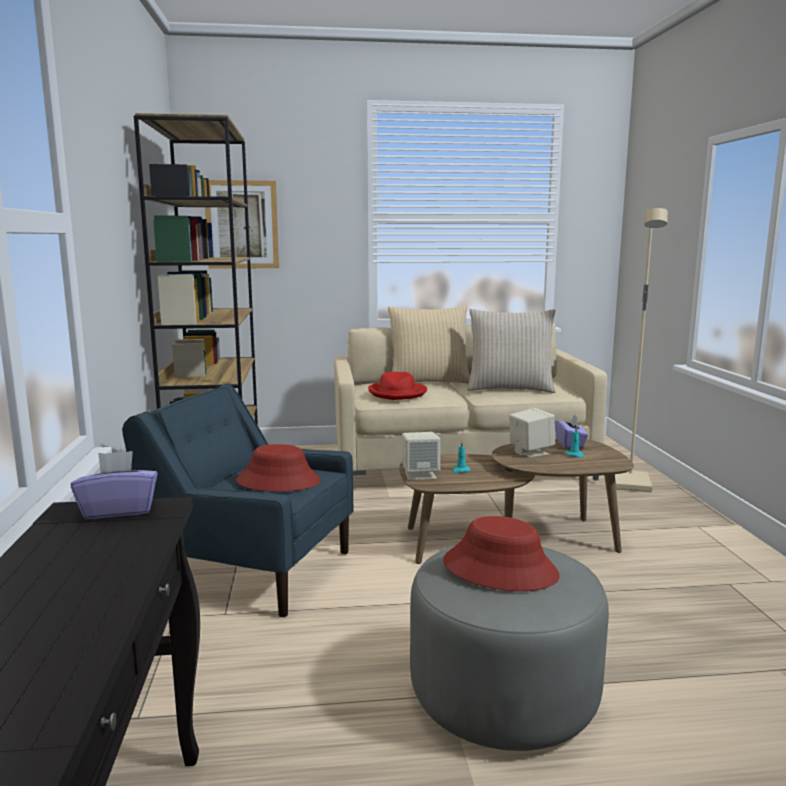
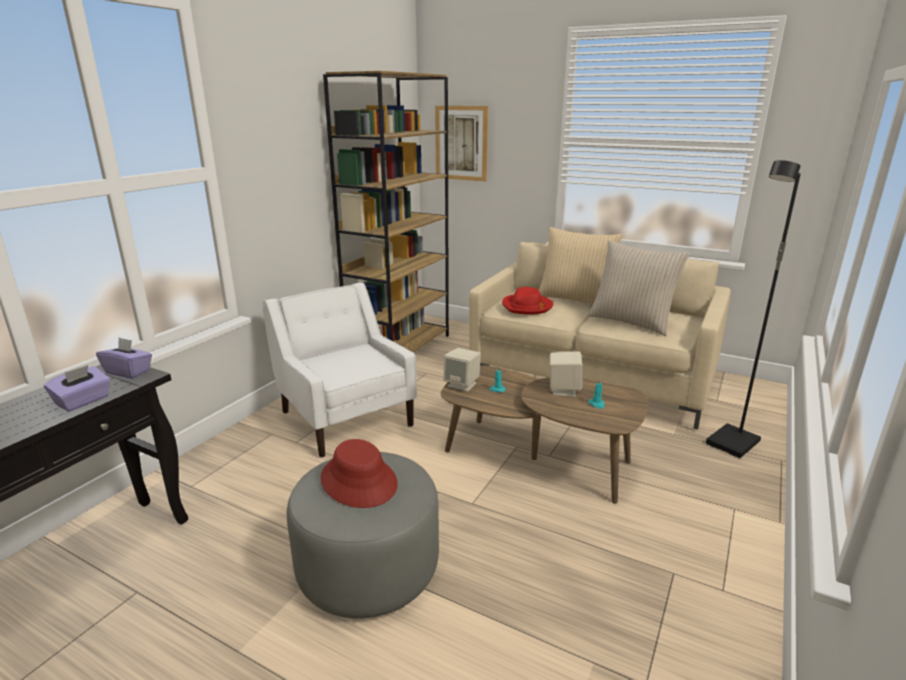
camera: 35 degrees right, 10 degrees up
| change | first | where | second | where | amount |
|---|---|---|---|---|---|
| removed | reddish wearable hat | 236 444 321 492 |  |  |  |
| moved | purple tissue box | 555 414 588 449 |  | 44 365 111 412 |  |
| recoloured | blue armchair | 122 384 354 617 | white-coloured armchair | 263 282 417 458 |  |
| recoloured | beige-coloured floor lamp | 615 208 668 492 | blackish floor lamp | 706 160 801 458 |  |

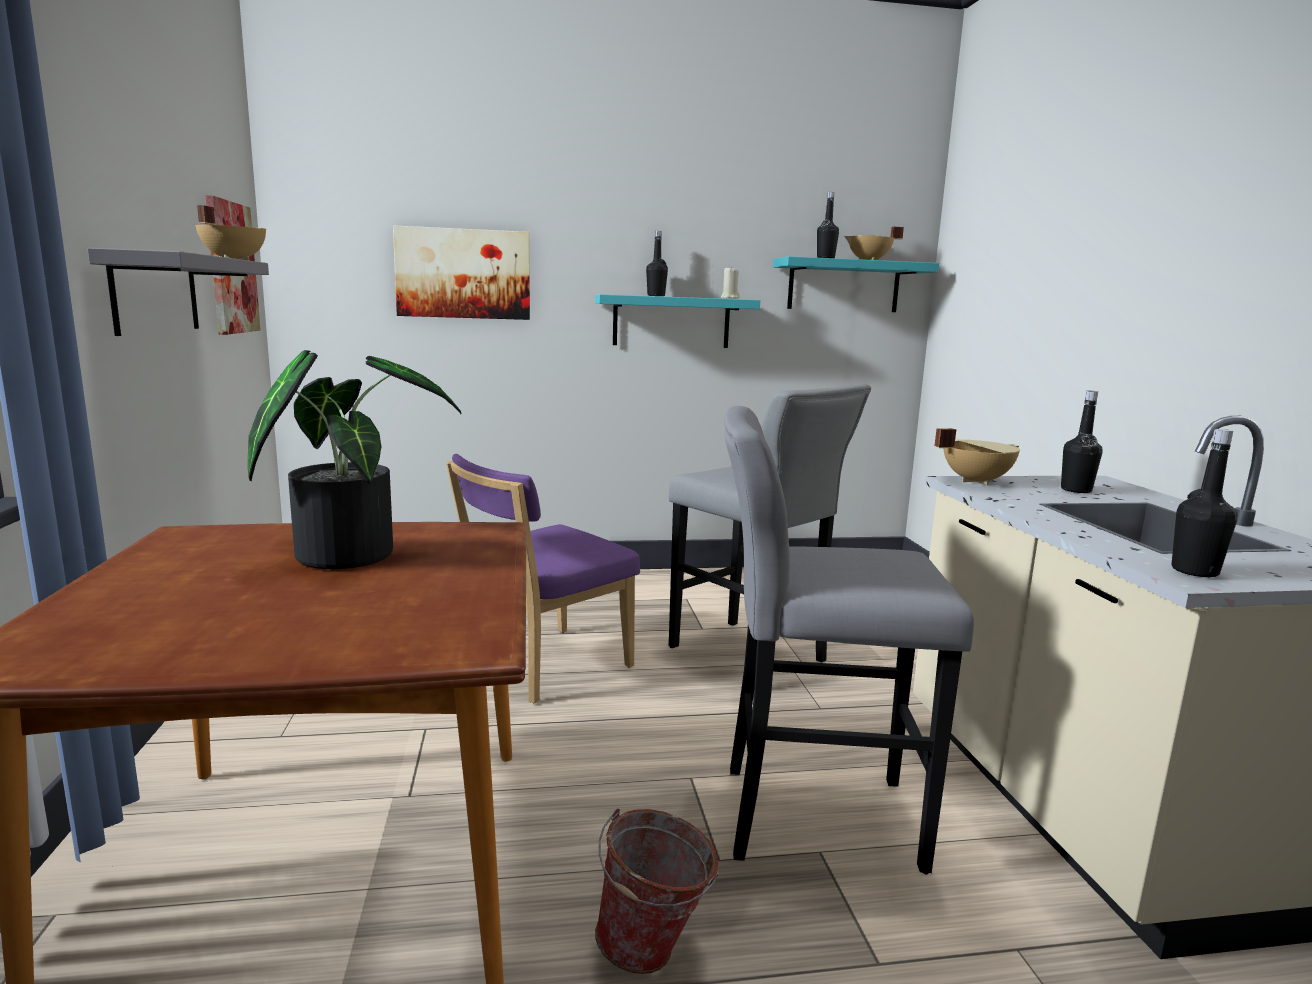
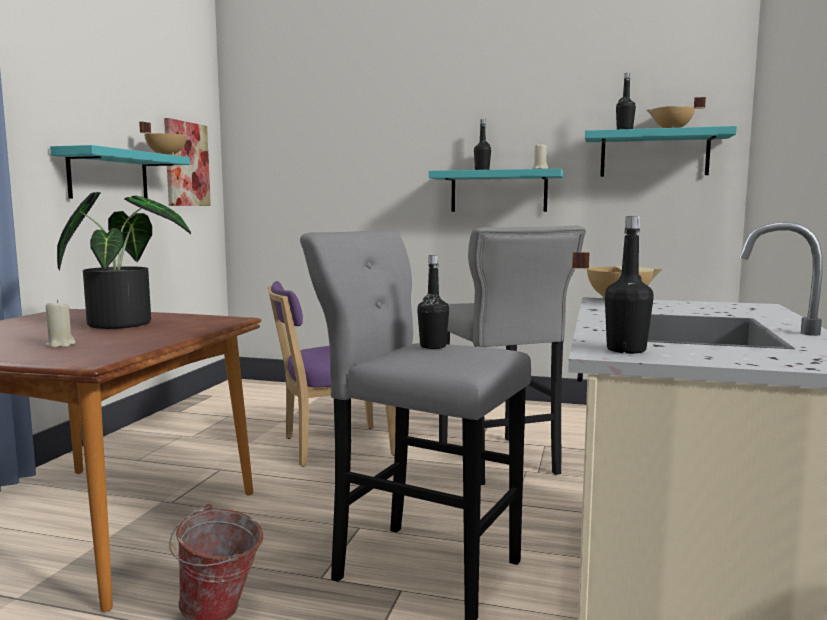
camera: 25 degrees right, 5 degrees down
| change | first | where | second | where | amount |
|---|---|---|---|---|---|
| removed | picture | 393 225 530 320 |  |  |  |
| added |  |  | beige-coloured candle | 46 299 76 348 |  |
| moved | blackish bottle | 1061 391 1103 493 |  | 417 255 449 349 |  |
| recoloured | gray shelf | 87 248 269 336 | turquoise-coloured shelf | 50 145 190 199 |  |

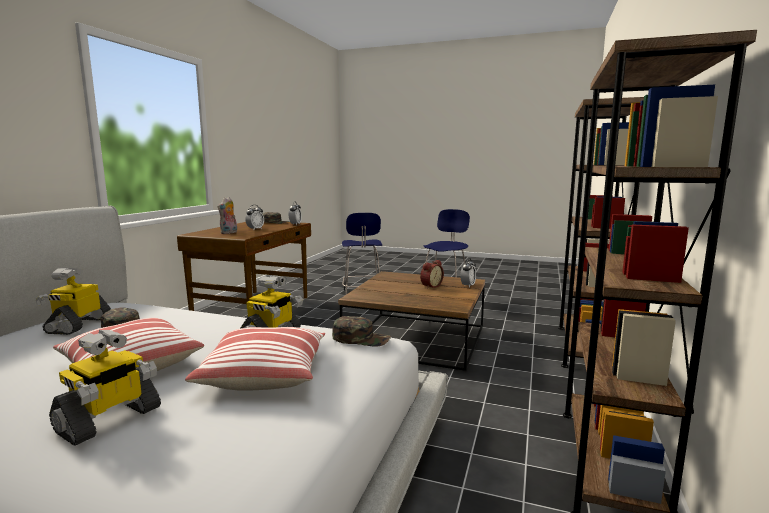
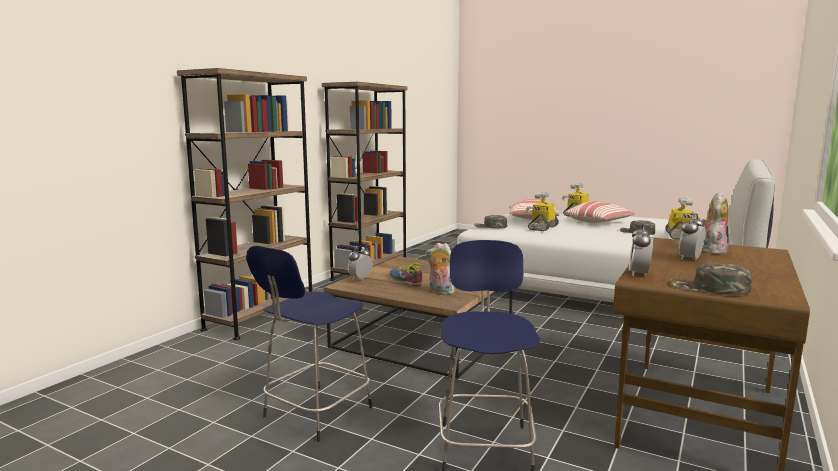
camera: 170 degrees left, 0 degrees up
| change | first | where | second | where | amount |
|---|---|---|---|---|---|
| added |  |  | plush toy | 426 243 455 295 |  |
| replaced | alarm clock | 420 260 444 289 | shoe | 390 263 423 286 |  |

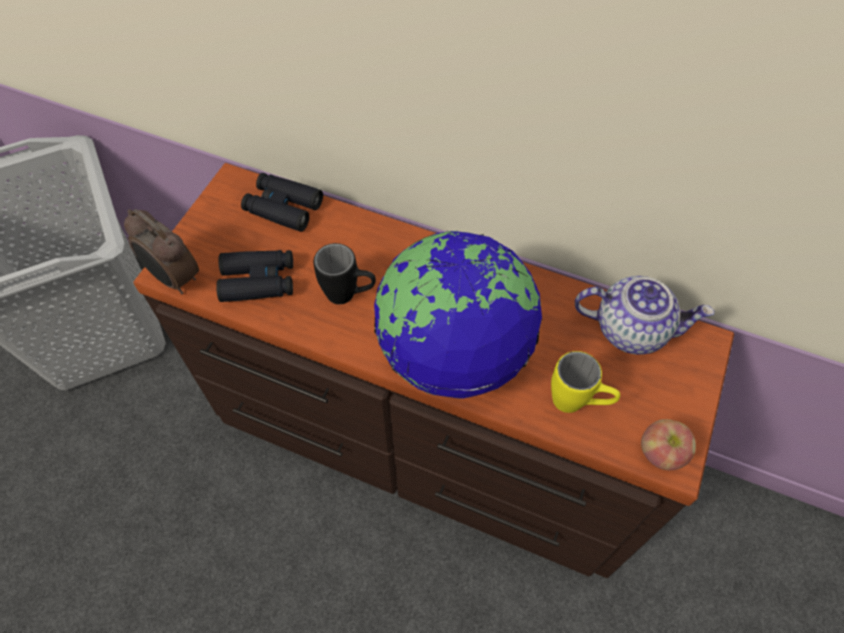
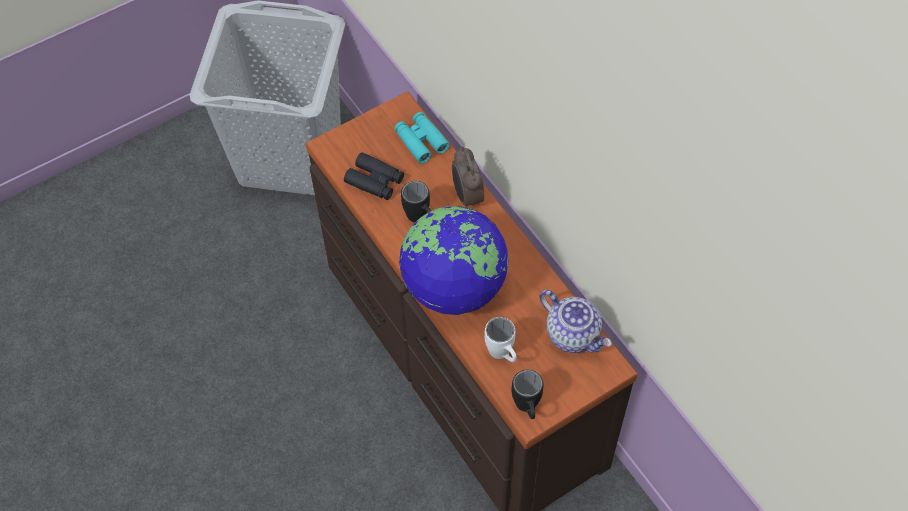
camera: 35 degrees right, 0 degrees up
| change | first | where | second | where | amount |
|---|---|---|---|---|---|
| moved | alarm clock | 124 209 199 294 |  | 452 146 484 208 |  |
| replaced | apple fruit | 641 419 696 470 | blackish coffee mug | 512 370 543 419 |  |
| recoloured | blackish field glasses | 241 173 323 232 | turquoise-coloured field glasses | 394 112 450 164 |  |
| recoloured | yellow-coloured coffee mug | 551 351 620 413 | white-coloured coffee mug | 485 317 517 362 |  |

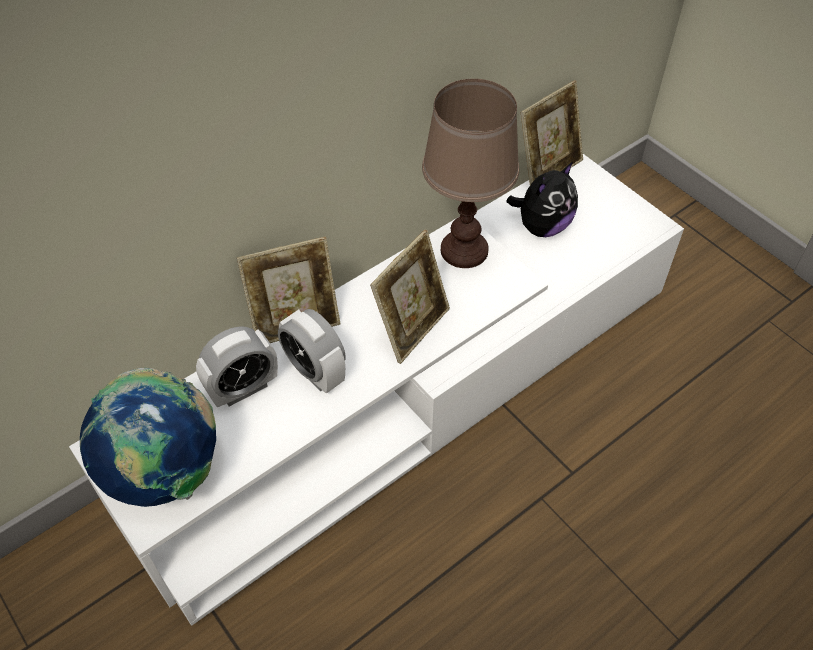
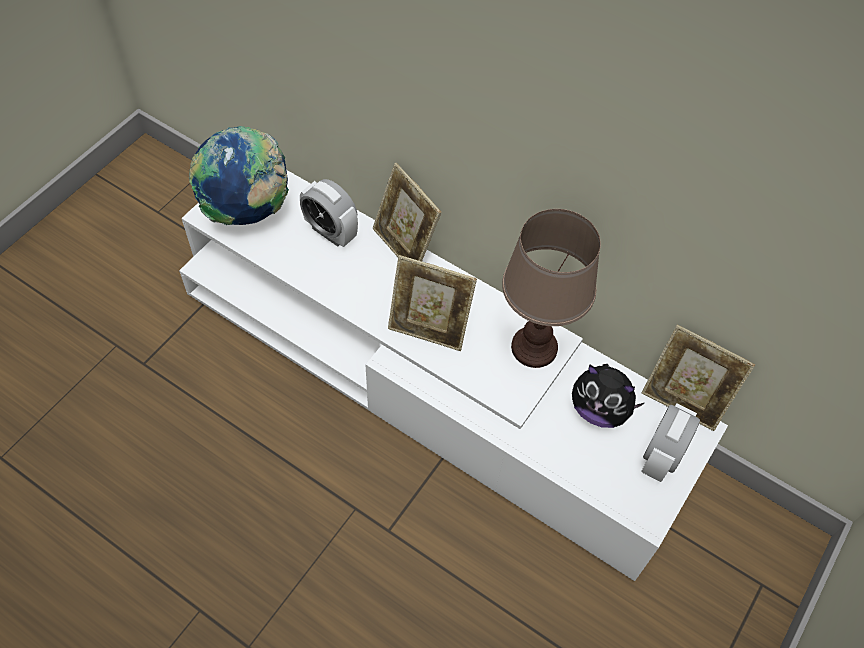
camera: 70 degrees right, 5 degrees up
| change | first | where | second | where | amount |
|---|---|---|---|---|---|
| moved | alarm clock | 278 309 346 394 |  | 641 403 700 482 |  |

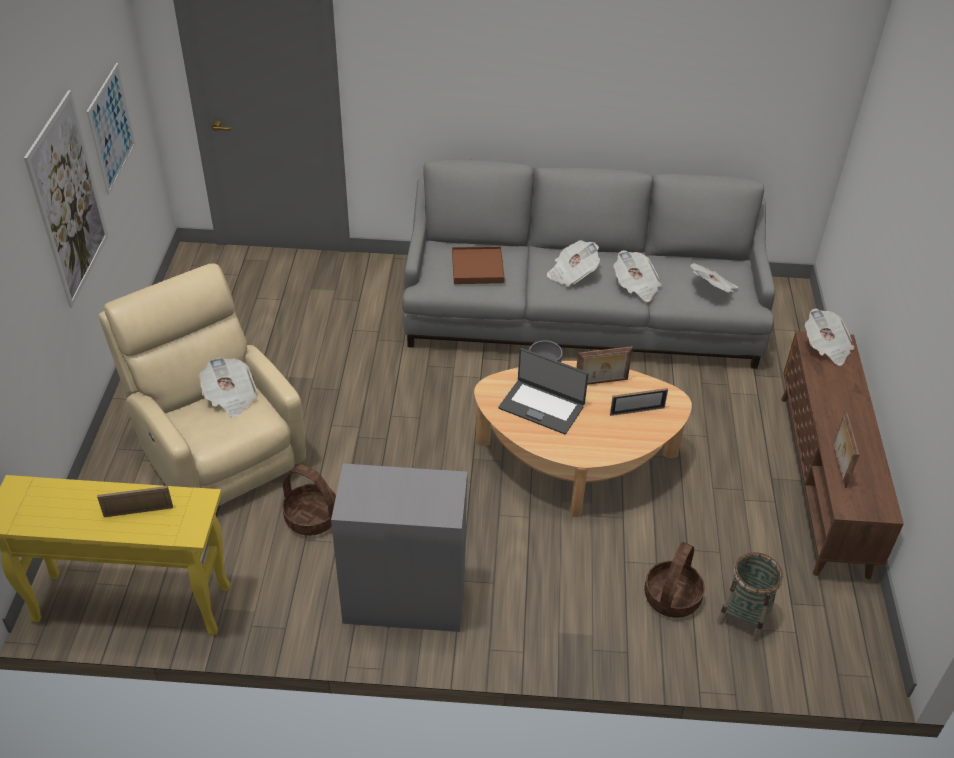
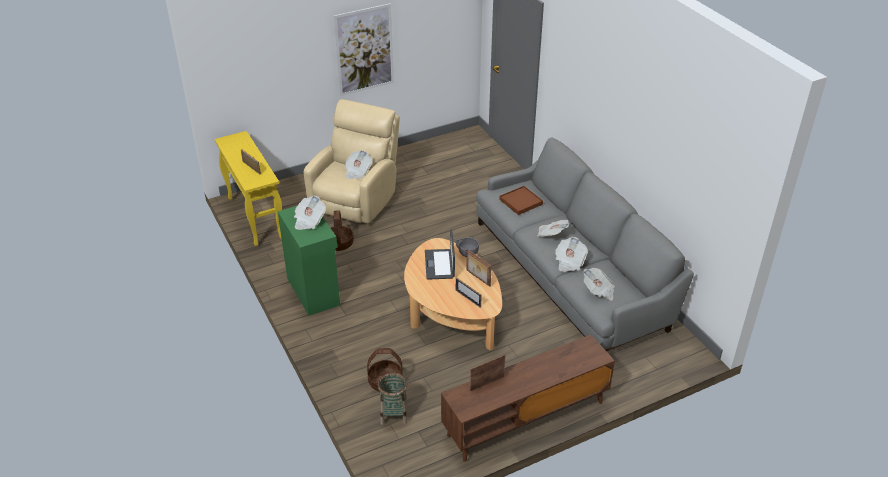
camera: 60 degrees right, 5 degrees down
| change | first | where | second | where | amount |
|---|---|---|---|---|---|
| removed | picture | 86 63 136 195 |  |  |  |
| moved | printed paper | 805 308 854 366 |  | 294 196 326 230 |  |
| recoloured | gray storage cabinet | 331 464 467 632 | greenish storage cabinet | 278 206 340 316 |  |

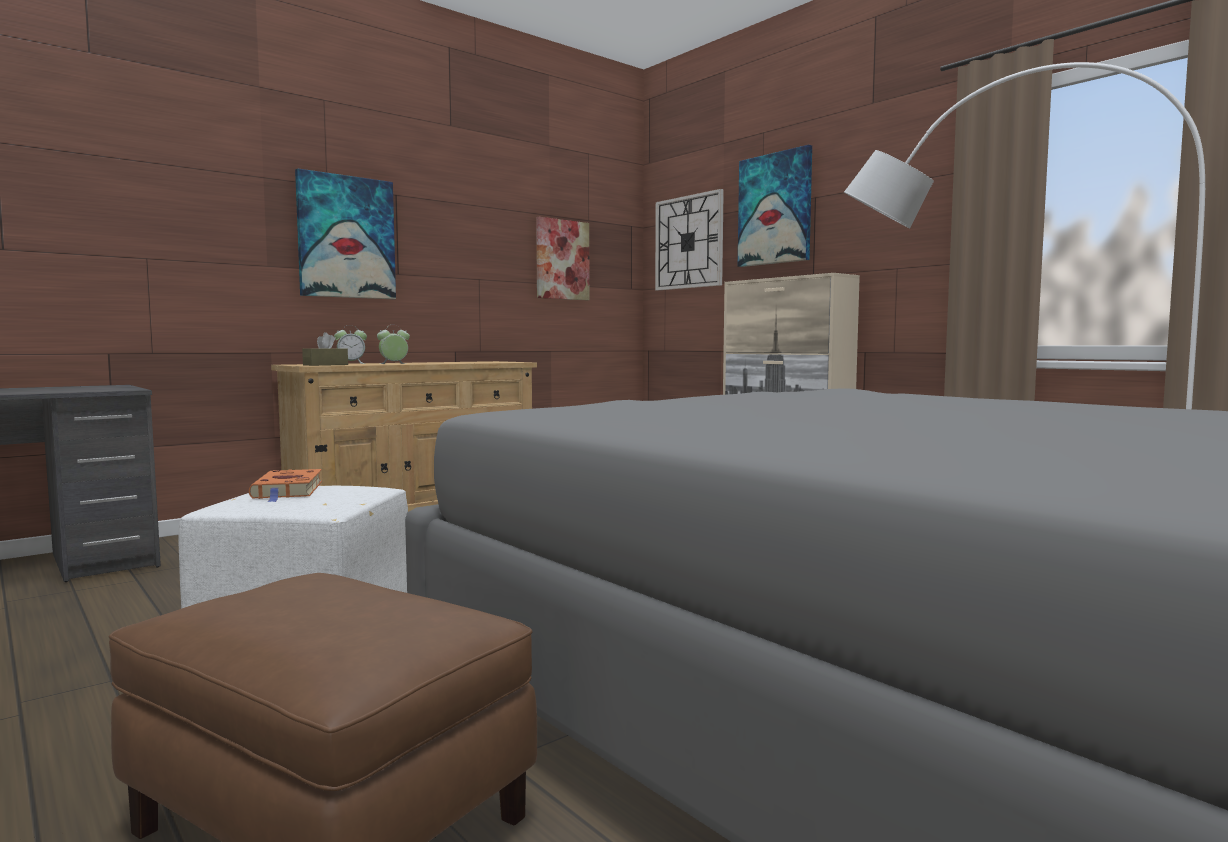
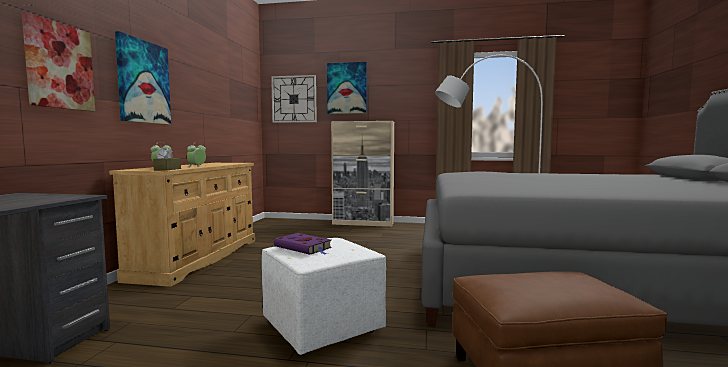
camera: 40 degrees left, 0 degrees up
| change | first | where | second | where | amount |
|---|---|---|---|---|---|
| moved | picture | 536 217 590 300 |  | 22 12 95 111 |  |
| recoloured | orange bound book | 249 469 322 502 | purple bound book | 274 233 332 255 |  |

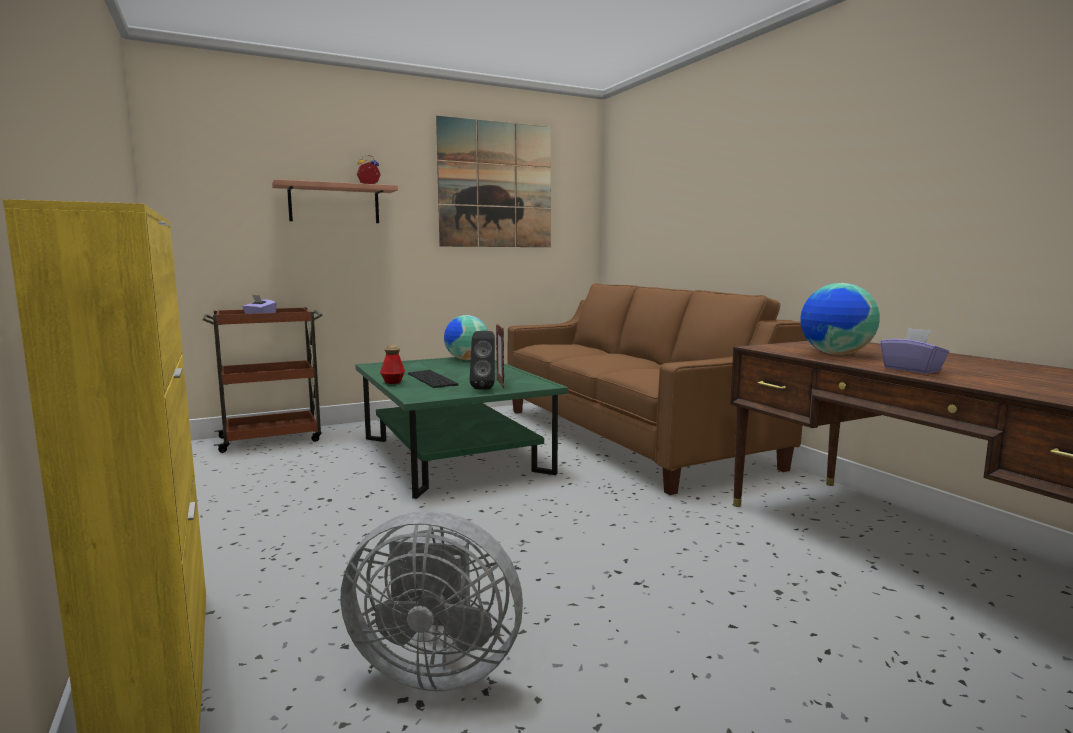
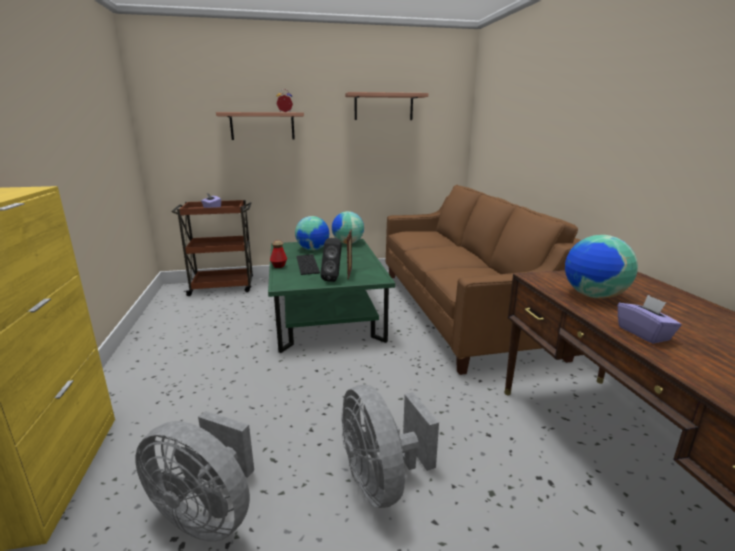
camera: 15 degrees right, 10 degrees up
| change | first | where | second | where | amount |
|---|---|---|---|---|---|
| added |  |  | desk globe | 295 216 329 250 |  |
| added |  |  | gray electric fan | 341 385 439 508 |  |
| replaced | picture | 436 116 551 247 | shelf | 345 92 428 120 |  |

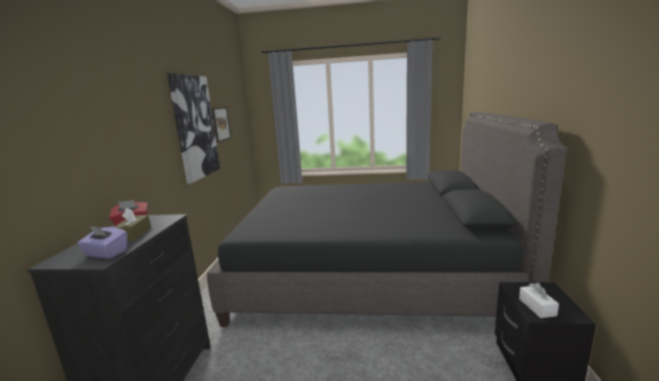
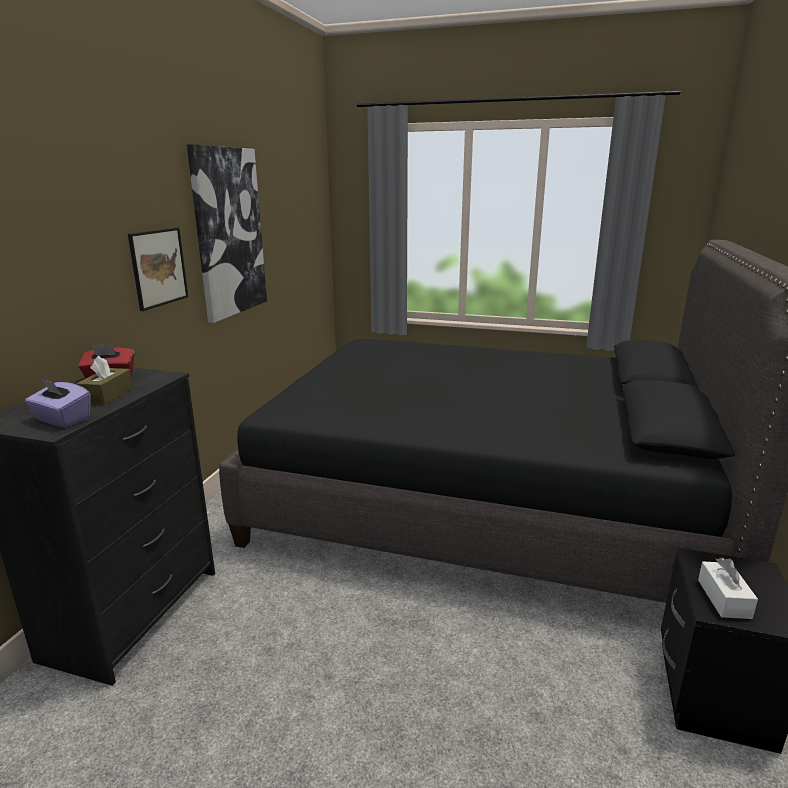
camera: 10 degrees right, 5 degrees up
| change | first | where | second | where | amount |
|---|---|---|---|---|---|
| moved | picture | 212 107 231 142 |  | 128 228 188 311 |  |

